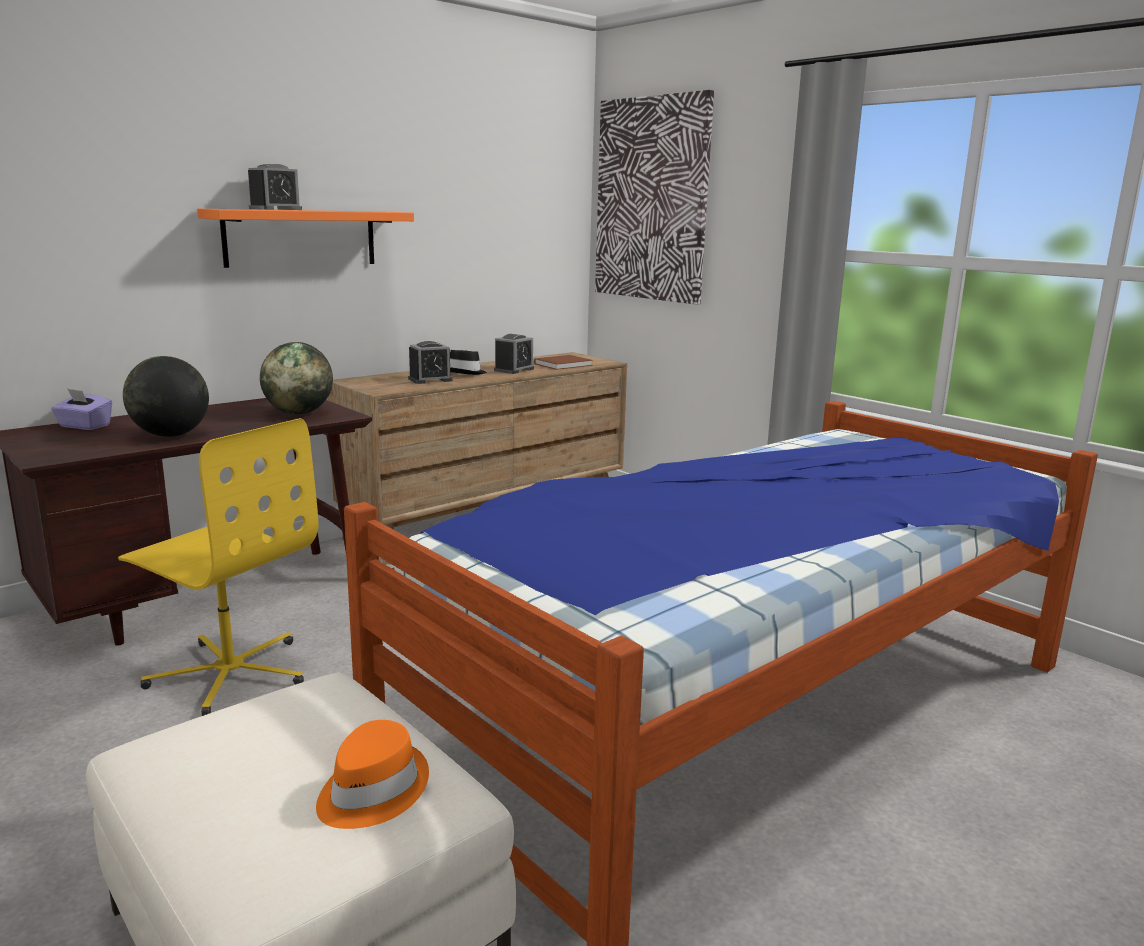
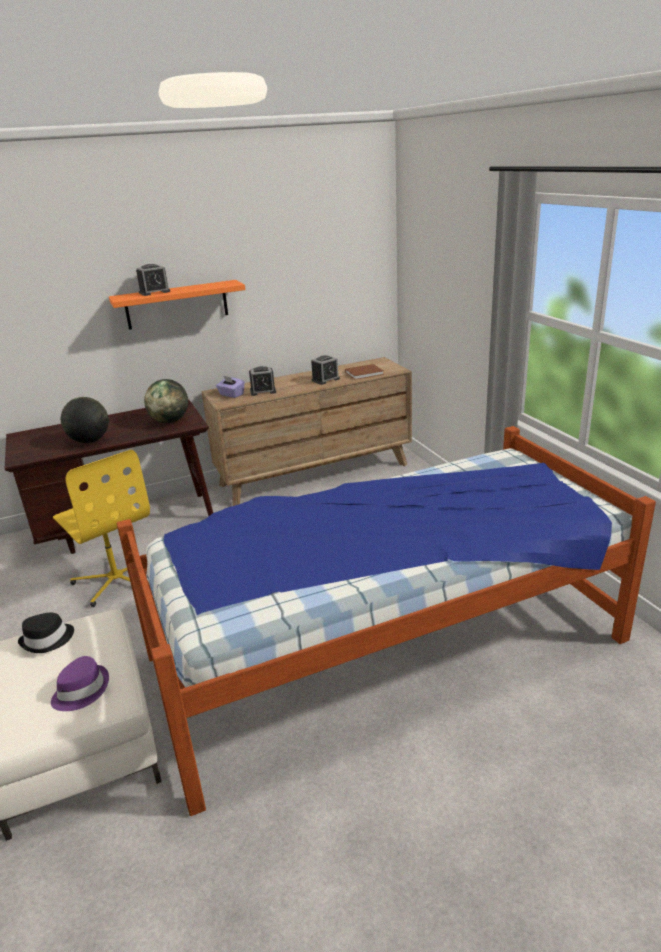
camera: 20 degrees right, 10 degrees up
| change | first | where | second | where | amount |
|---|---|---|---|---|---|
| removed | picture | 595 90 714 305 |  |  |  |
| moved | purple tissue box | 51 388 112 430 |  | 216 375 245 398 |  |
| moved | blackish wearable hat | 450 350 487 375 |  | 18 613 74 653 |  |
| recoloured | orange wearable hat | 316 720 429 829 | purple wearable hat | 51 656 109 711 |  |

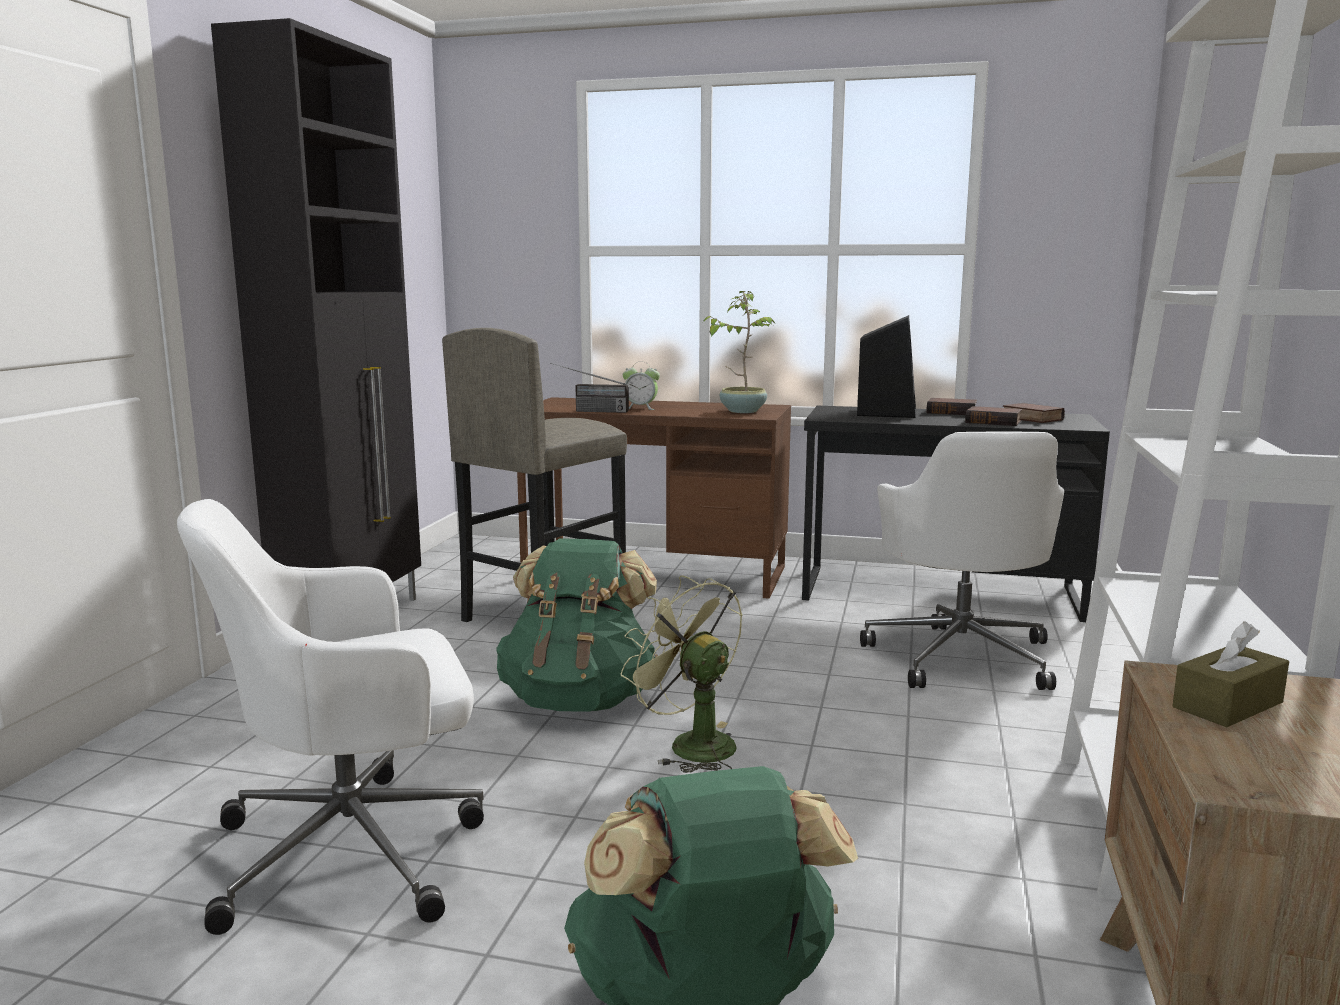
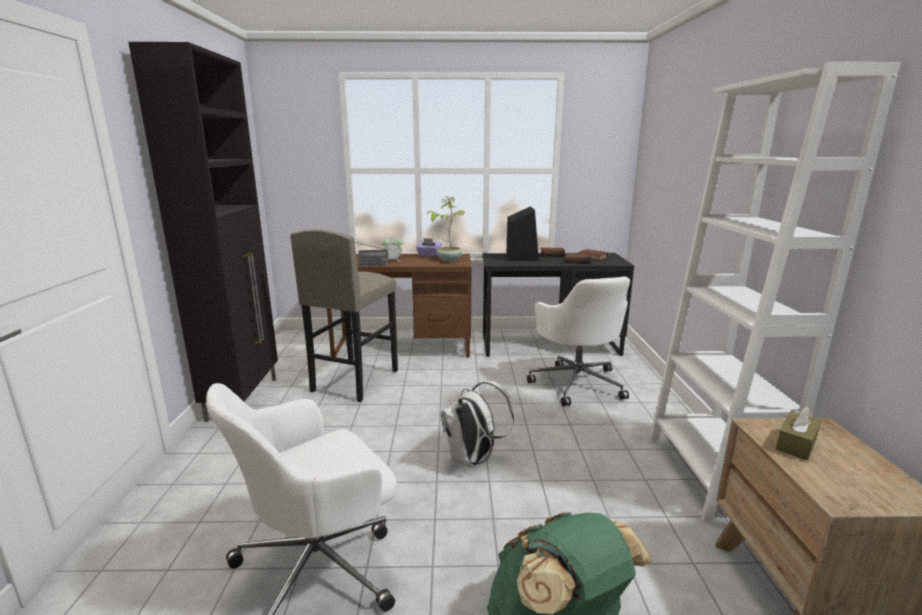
camera: 15 degrees left, 5 degrees up
| change | first | where | second | where | amount |
|---|---|---|---|---|---|
| removed | greenish backpack | 496 538 658 712 |  |  |  |
| added |  |  | purple tissue box | 416 238 442 257 |  |
| replaced | greenish electric fan | 620 575 743 773 | white-coloured backpack | 441 381 514 468 |  |

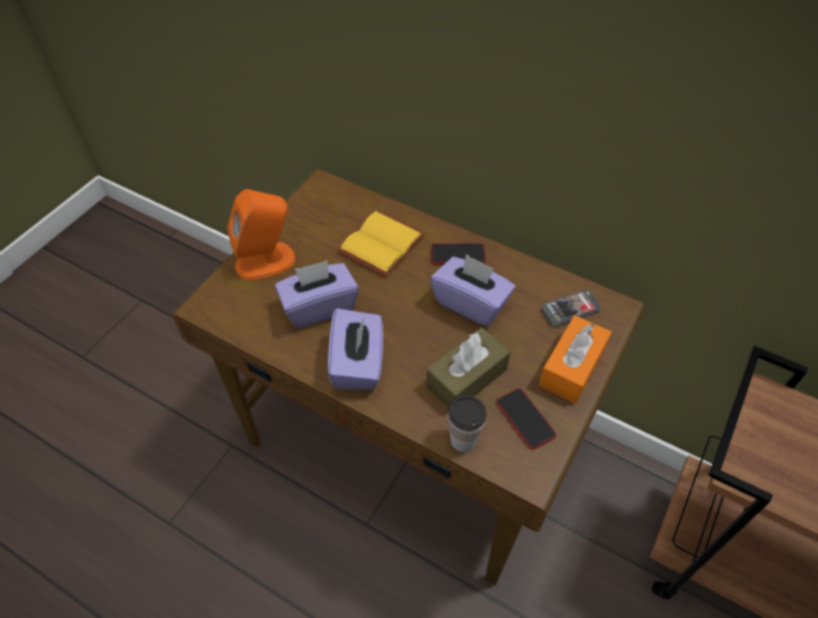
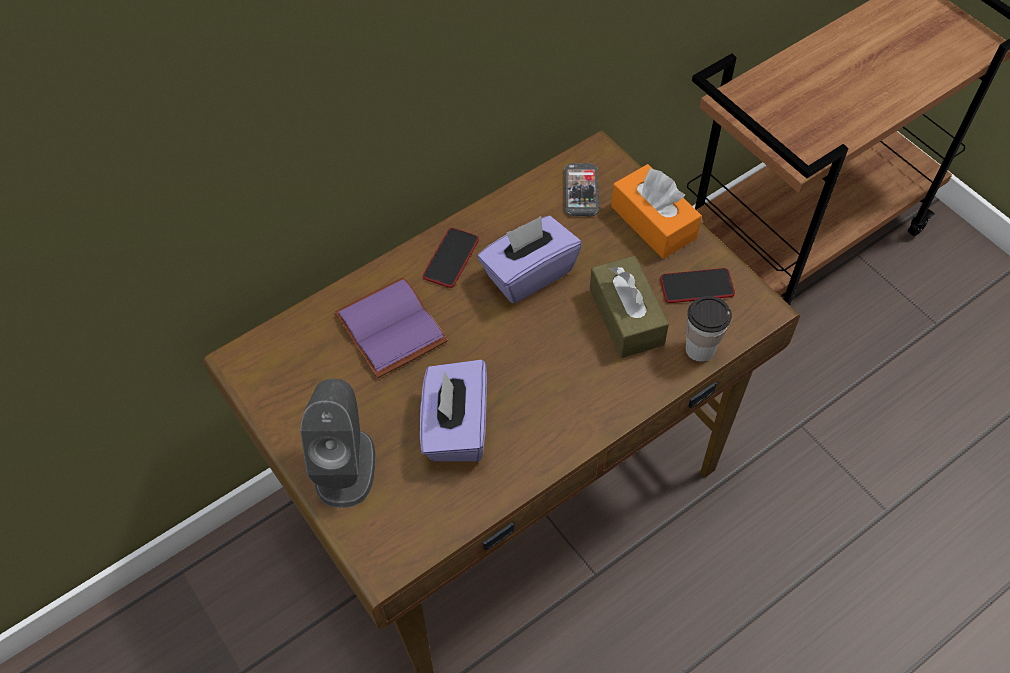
camera: 65 degrees left, 5 degrees up
| change | first | where | second | where | amount |
|---|---|---|---|---|---|
| removed | purple tissue box | 328 308 383 390 |  |  |  |
| recoloured | orange audio speaker | 227 189 295 280 | gray audio speaker | 300 379 376 508 |  |
| recoloured | yellow-coloured bound book | 337 210 425 277 | purple bound book | 334 277 448 378 |  |

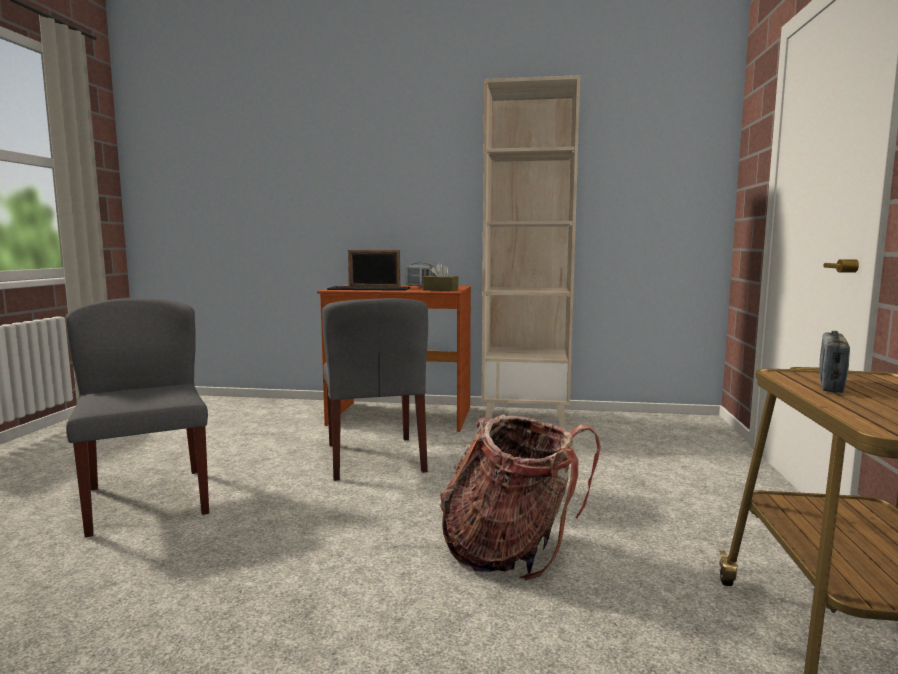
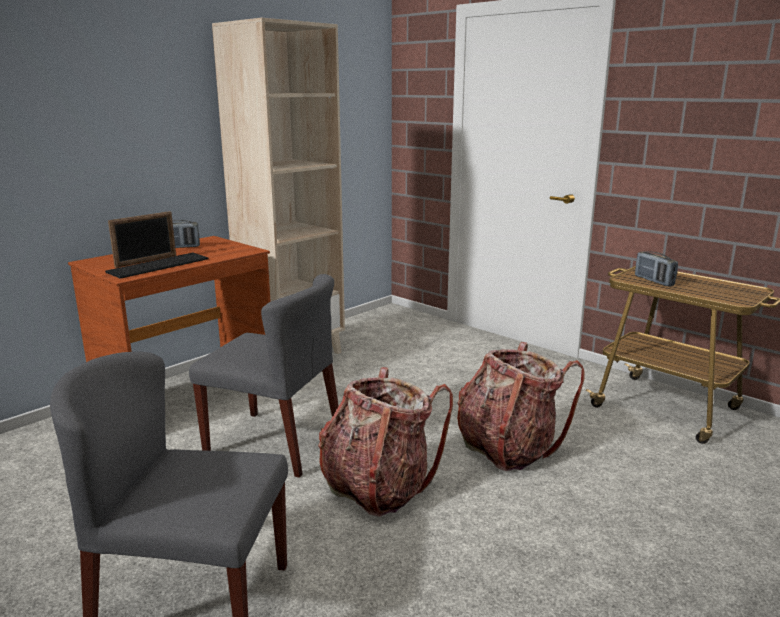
camera: 55 degrees left, 10 degrees up
| change | first | where | second | where | amount |
|---|---|---|---|---|---|
| removed | brownish tissue box | 423 263 458 291 |  |  |  |
| added |  |  | backpack | 318 367 453 517 |  |

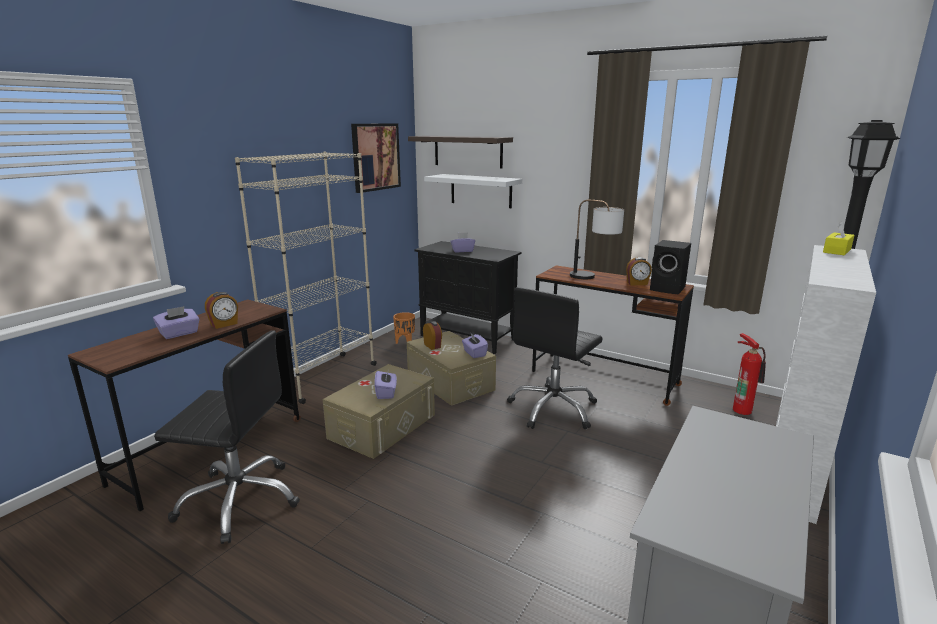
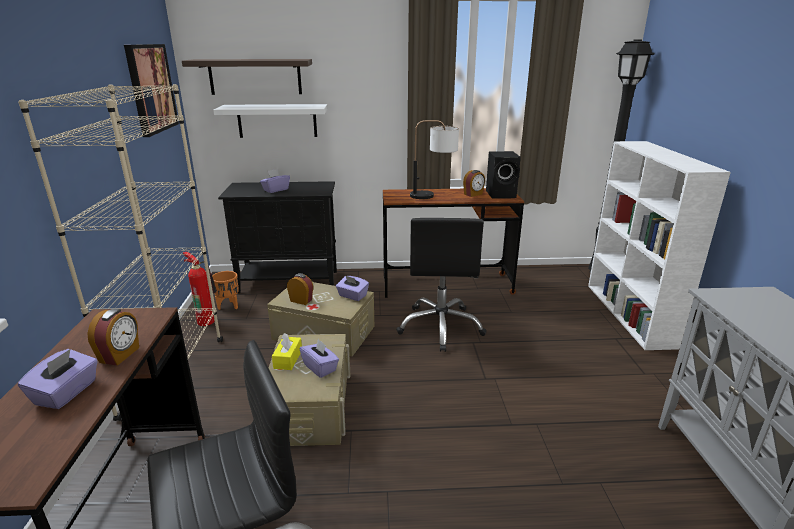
camera: 35 degrees left, 5 degrees up
| change | first | where | second | where | amount |
|---|---|---|---|---|---|
| moved | fire-fighting cylinder | 733 333 766 415 |  | 183 252 217 326 |  |
| moved | yellow-coloured tissue box | 823 221 854 255 |  | 272 333 302 370 |  |

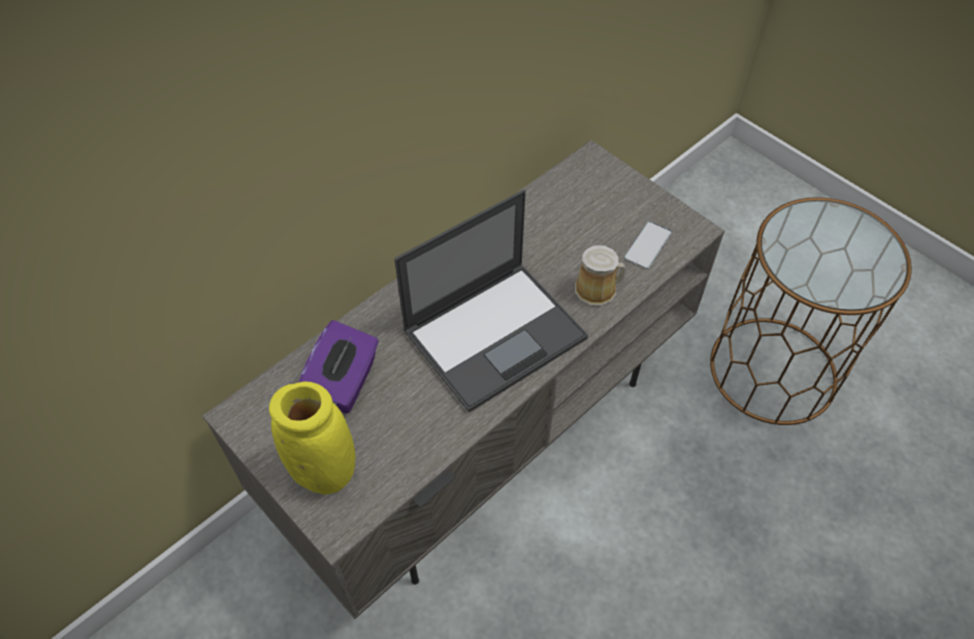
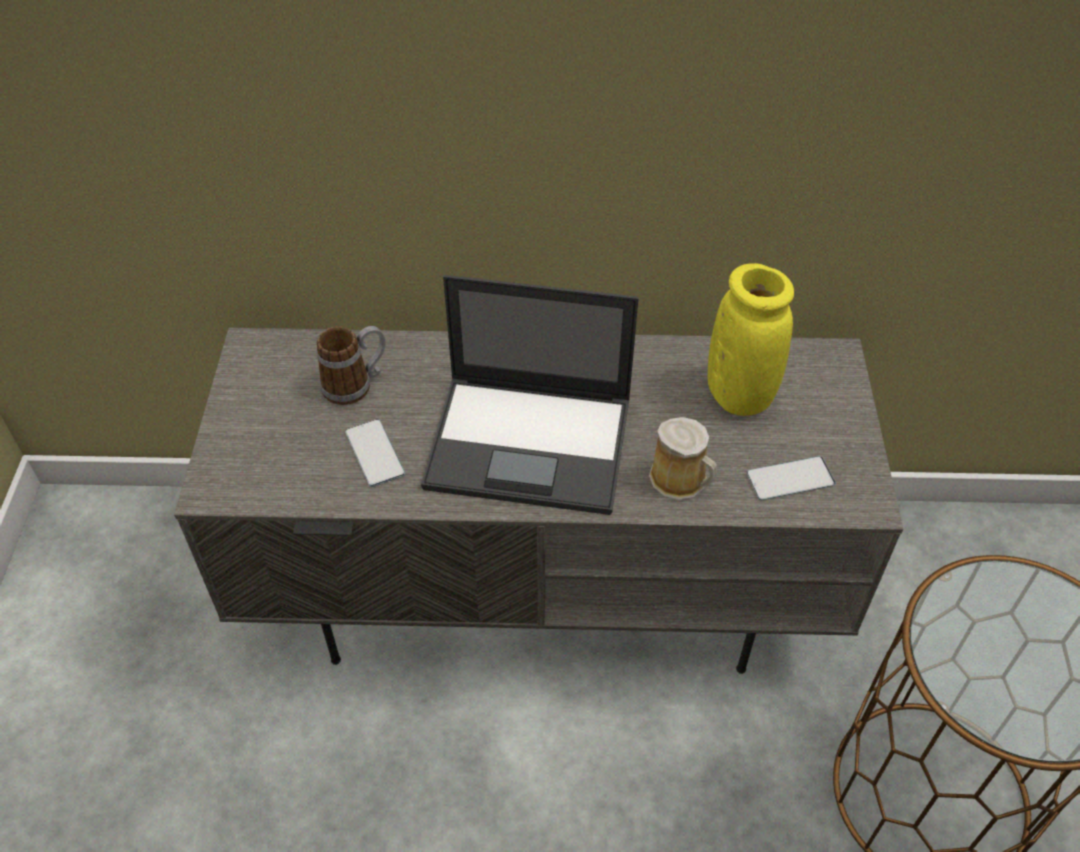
camera: 45 degrees right, 5 degrees down
| change | first | where | second | where | amount |
|---|---|---|---|---|---|
| added |  |  | telephone | 345 419 405 487 |  |
| moved | yellow-coloured decorative vase | 269 381 355 495 |  | 708 263 794 416 |  |
| replaced | purple tissue box | 299 320 379 414 | coffee mug | 317 326 386 405 |  |

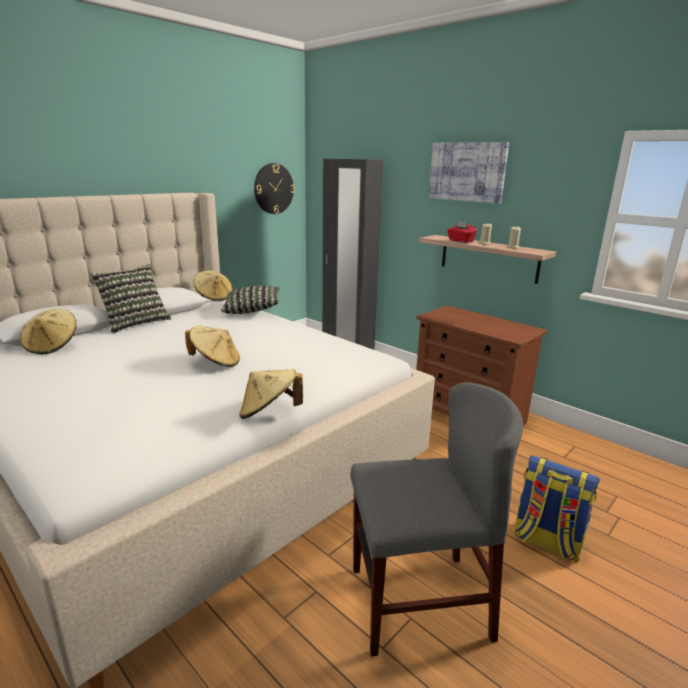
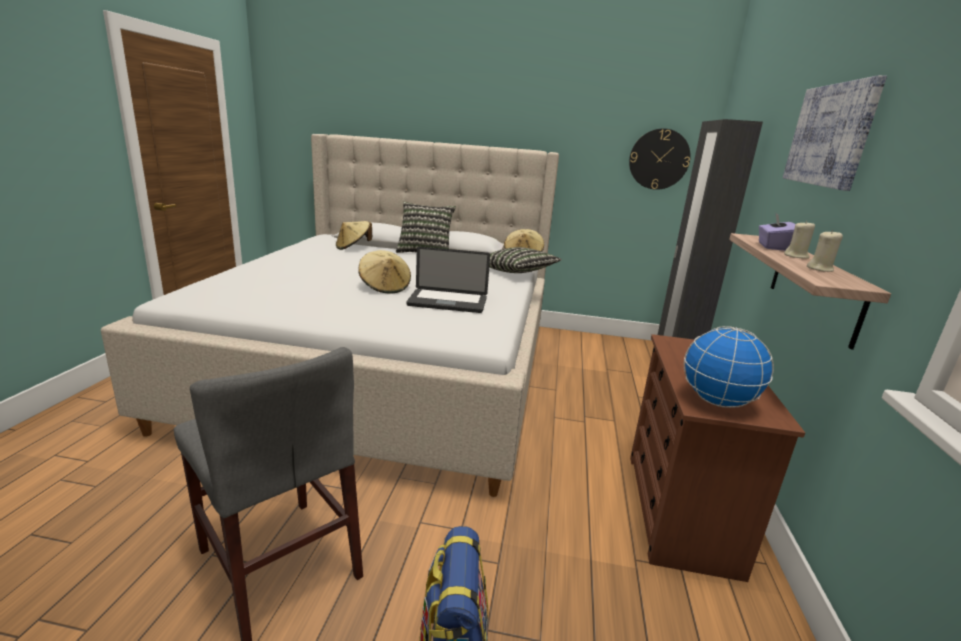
camera: 55 degrees right, 0 degrees up
| change | first | where | second | where | amount |
|---|---|---|---|---|---|
| removed | beige-coloured wearable hat | 239 369 303 419 |  |  |  |
| added |  |  | portable computer | 406 246 490 313 |  |
| added |  |  | desk globe | 683 326 774 408 |  |
| recoloured | reddish tissue box | 447 220 477 243 | purple tissue box | 759 213 795 251 |  |

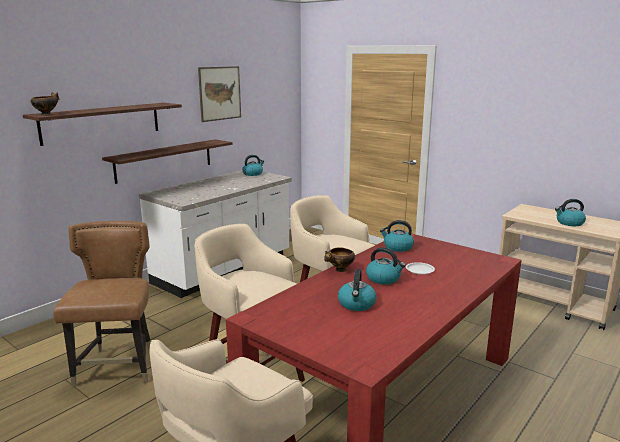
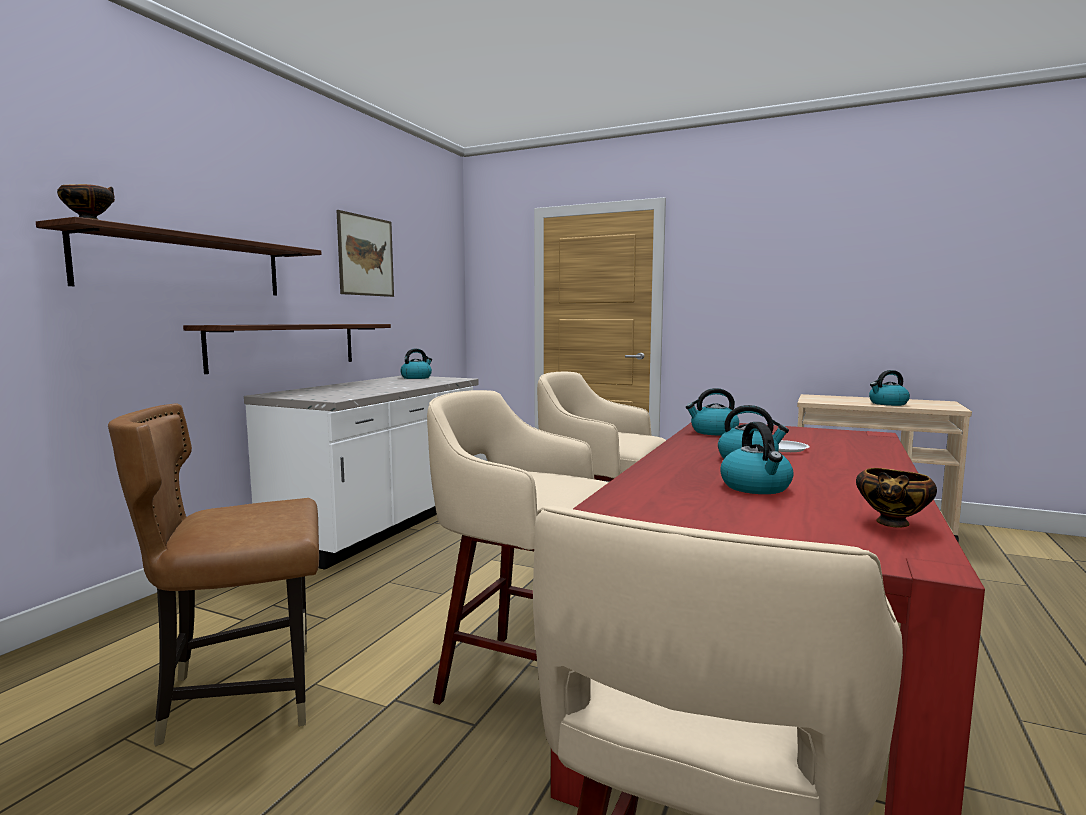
camera: 15 degrees left, 10 degrees down
| change | first | where | second | where | amount |
|---|---|---|---|---|---|
| moved | serving bowl | 324 247 355 272 |  | 856 468 937 527 |  |
| turned | brownish plain chair | 53 221 151 387 |  | 108 404 319 747 | 90 degrees counterclockwise |

